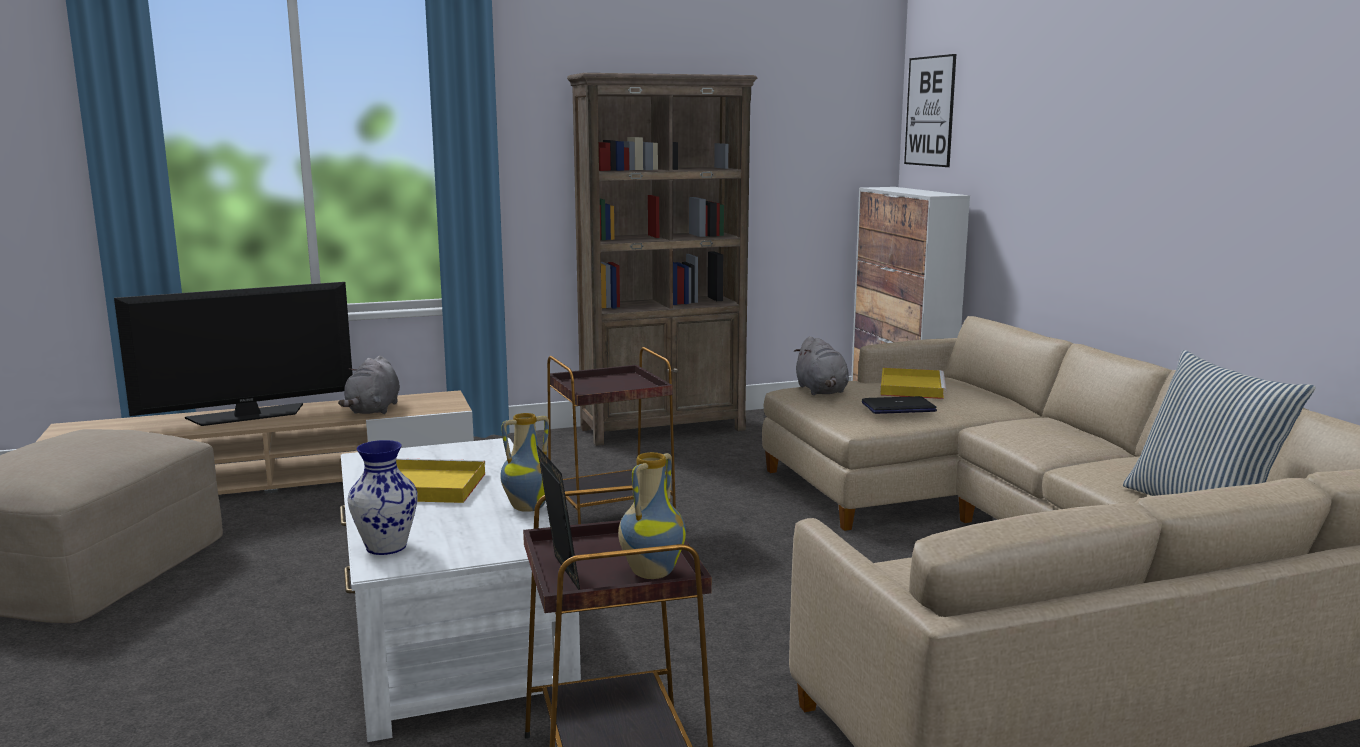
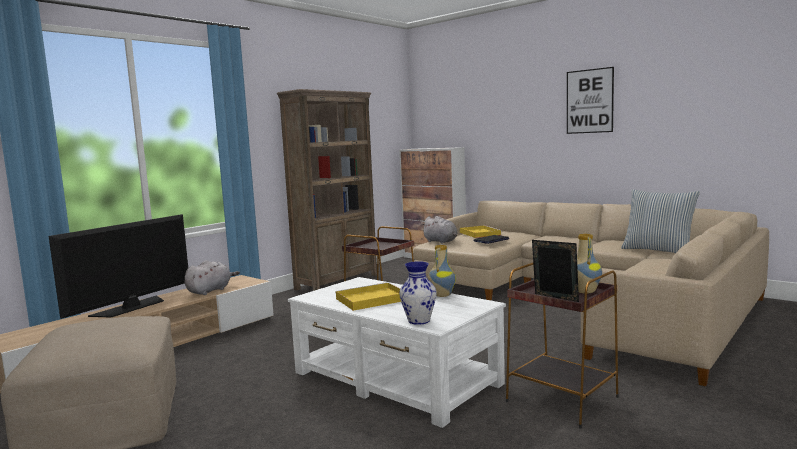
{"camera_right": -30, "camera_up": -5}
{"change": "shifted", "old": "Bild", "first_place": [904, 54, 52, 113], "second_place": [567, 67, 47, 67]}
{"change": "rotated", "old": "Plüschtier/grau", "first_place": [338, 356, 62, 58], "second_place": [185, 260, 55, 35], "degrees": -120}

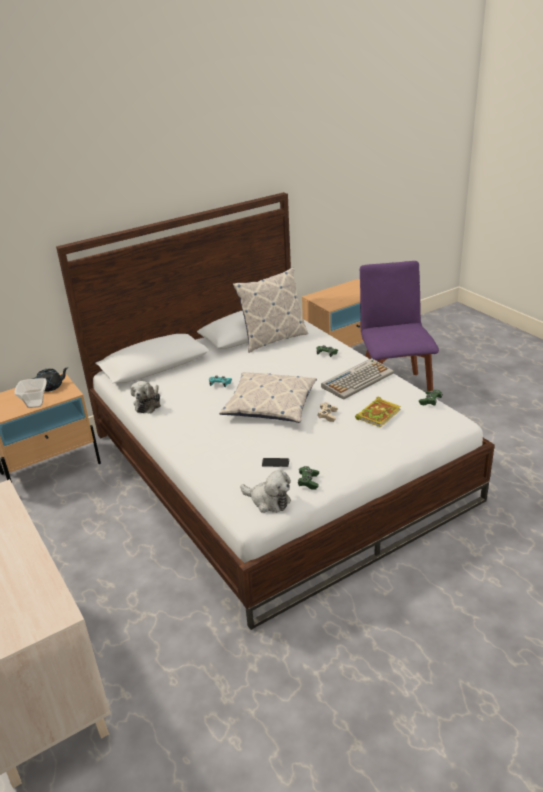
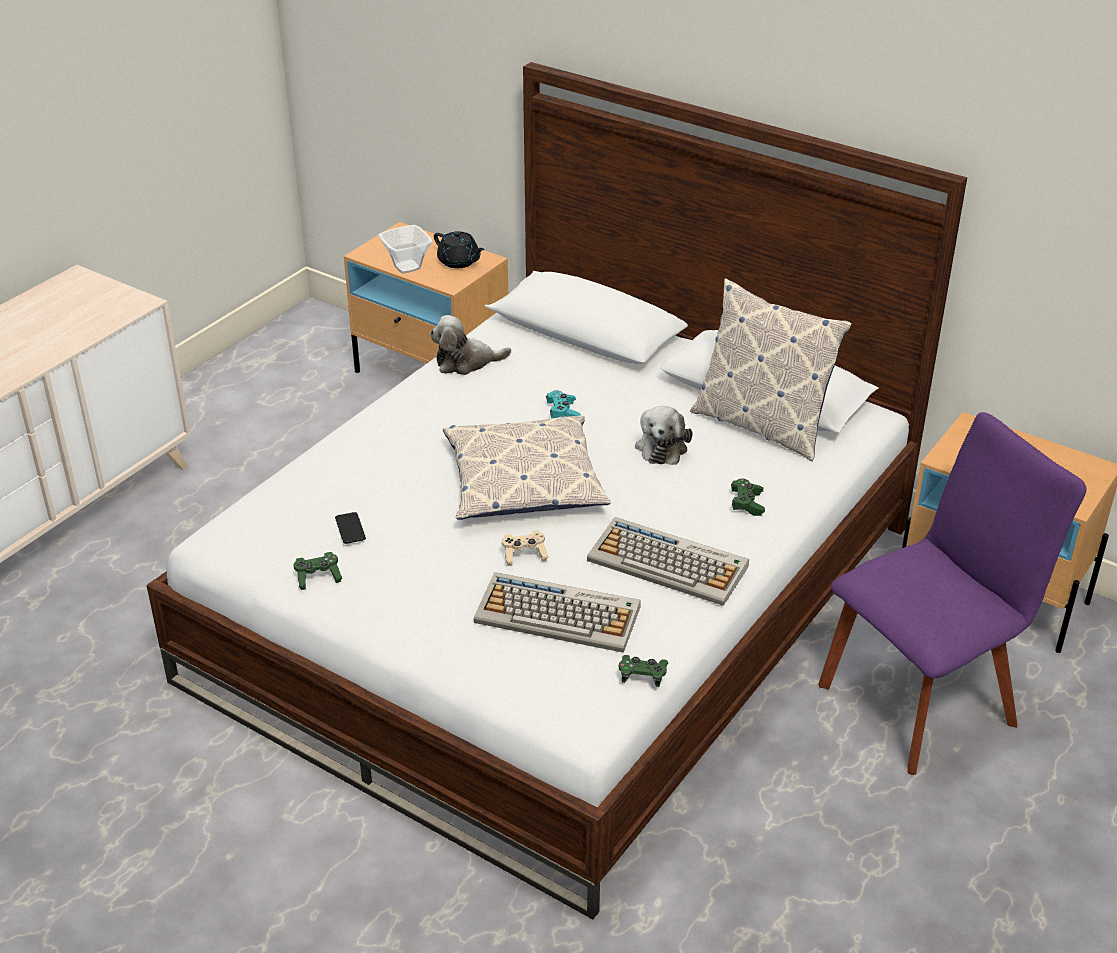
{"camera_right": 65, "camera_up": 5}
{"change": "shifted", "old": "Plüschtier", "first_place": [240, 470, 51, 43], "second_place": [635, 406, 57, 59]}
{"change": "swapped", "old": "Buch", "new": "Tastatur", "first_place": [355, 397, 46, 30], "second_place": [474, 572, 167, 81]}

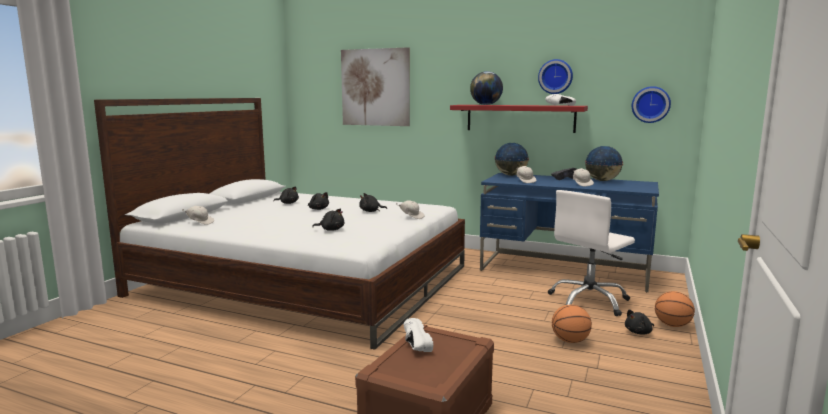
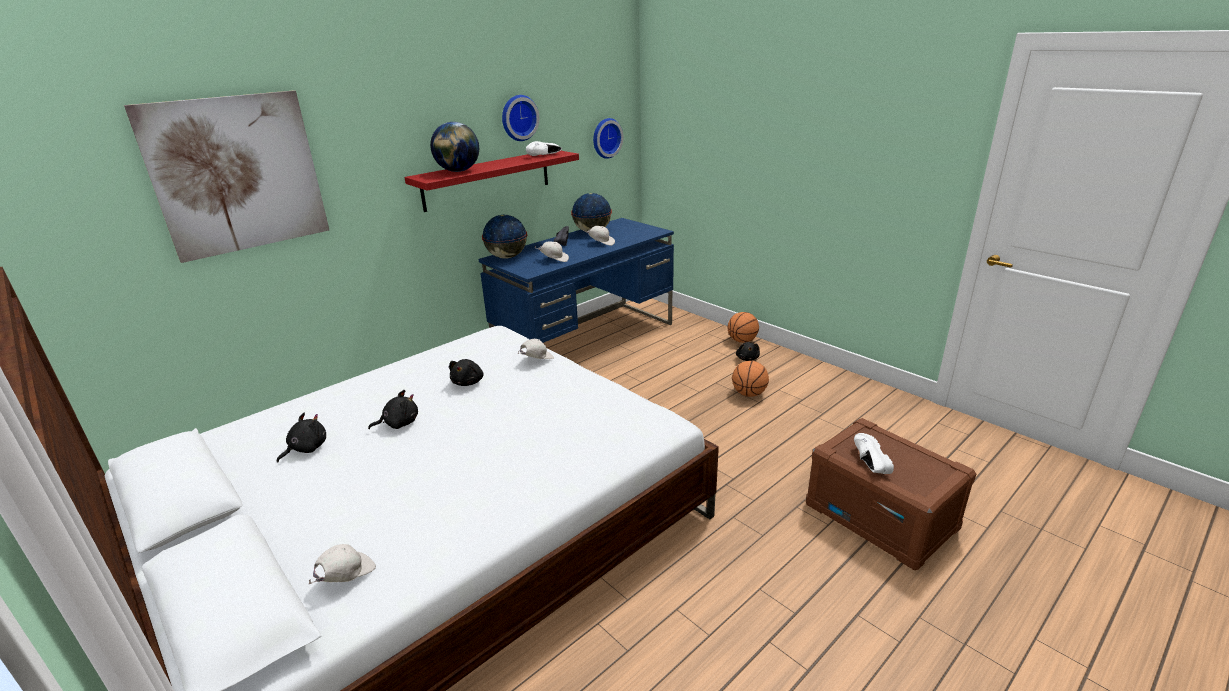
{"camera_right": -65, "camera_up": 15}
{"change": "gone", "old": "Plüschtier/schwarz", "first_place": [312, 208, 32, 23]}
{"change": "gone", "old": "Bürostuhl/weiß", "first_place": [548, 190, 87, 126]}
{"change": "rotated", "old": "Schuh/weiß", "first_place": [403, 318, 30, 34], "second_place": [854, 433, 40, 41], "degrees": 75}

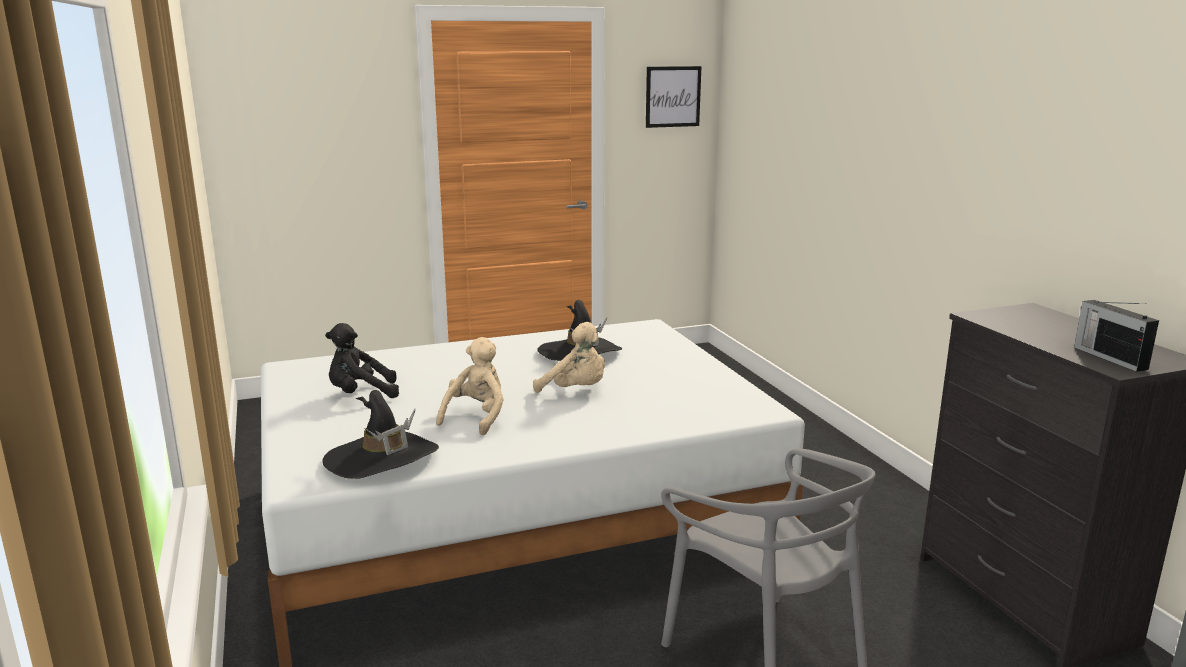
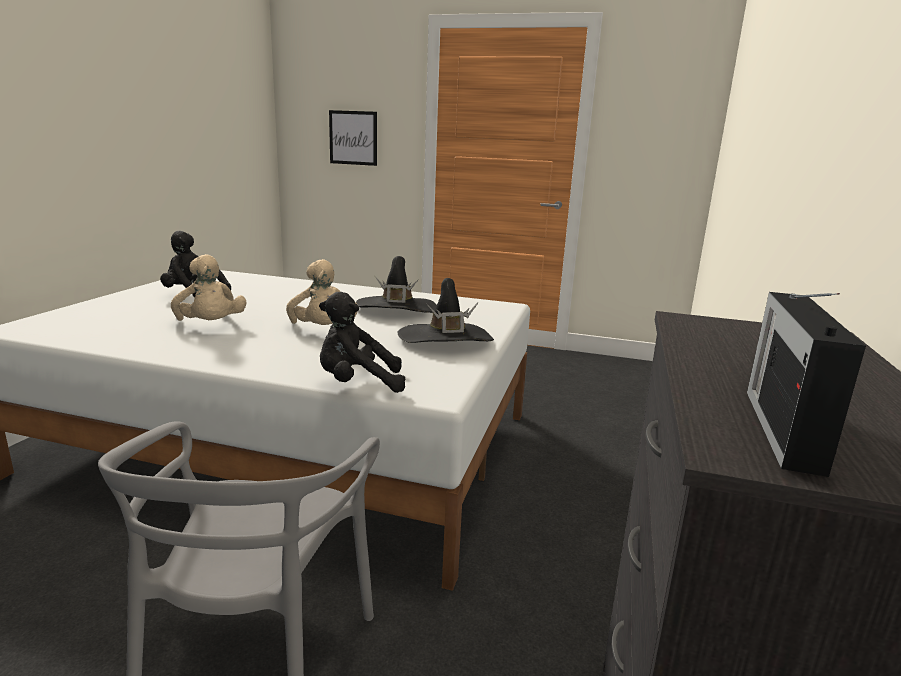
{"camera_right": 35, "camera_up": 0}
{"change": "new", "new": "Plüschtier/schwarz", "second_place": [319, 292, 86, 101]}
{"change": "shifted", "old": "Hut/schwarz", "first_place": [322, 390, 117, 89], "second_place": [398, 278, 96, 65]}
{"change": "shifted", "old": "Bild", "first_place": [646, 66, 56, 62], "second_place": [329, 110, 48, 56]}
{"change": "rotated", "old": "Plüschtier/beige", "first_place": [436, 337, 68, 98], "second_place": [171, 254, 76, 67], "degrees": 90}

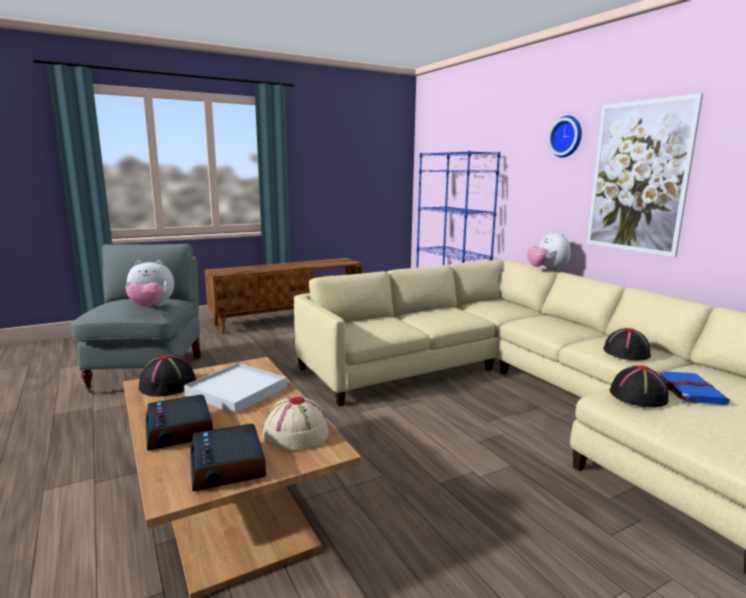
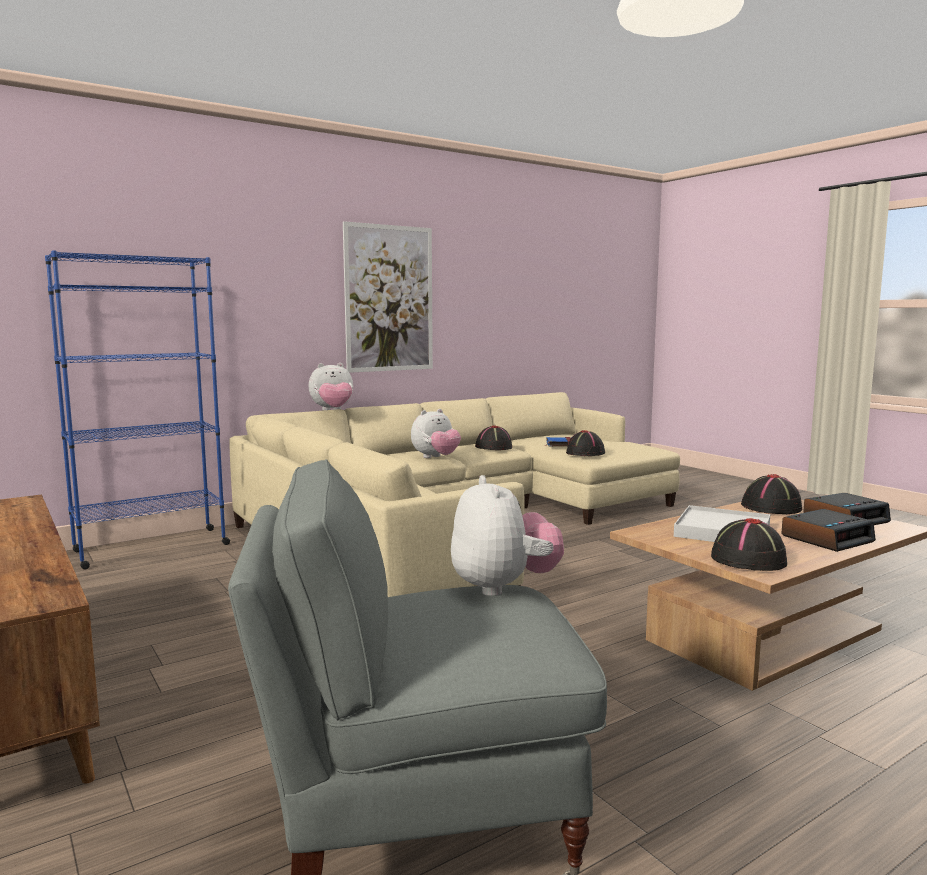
{"camera_right": -95, "camera_up": -5}
{"change": "gone", "old": "Wanduhr", "first_place": [548, 116, 34, 42]}
{"change": "new", "new": "Plüschtier", "second_place": [411, 409, 50, 49]}
{"change": "repainted", "old": "Hut/beige", "new": "Hut/schwarz", "first_place": [262, 396, 67, 54], "second_place": [741, 474, 61, 40]}

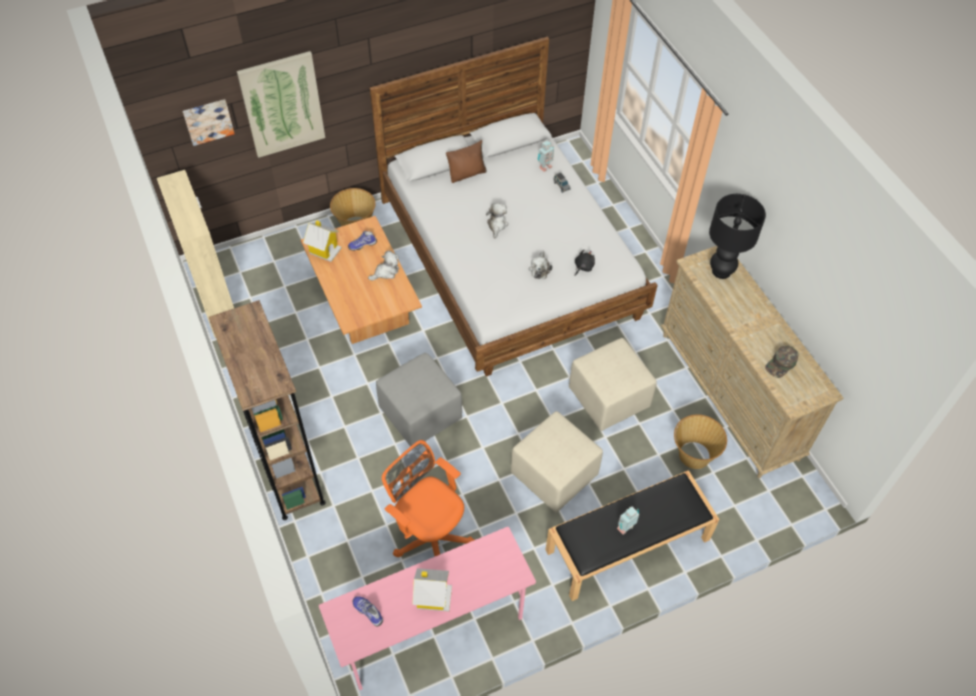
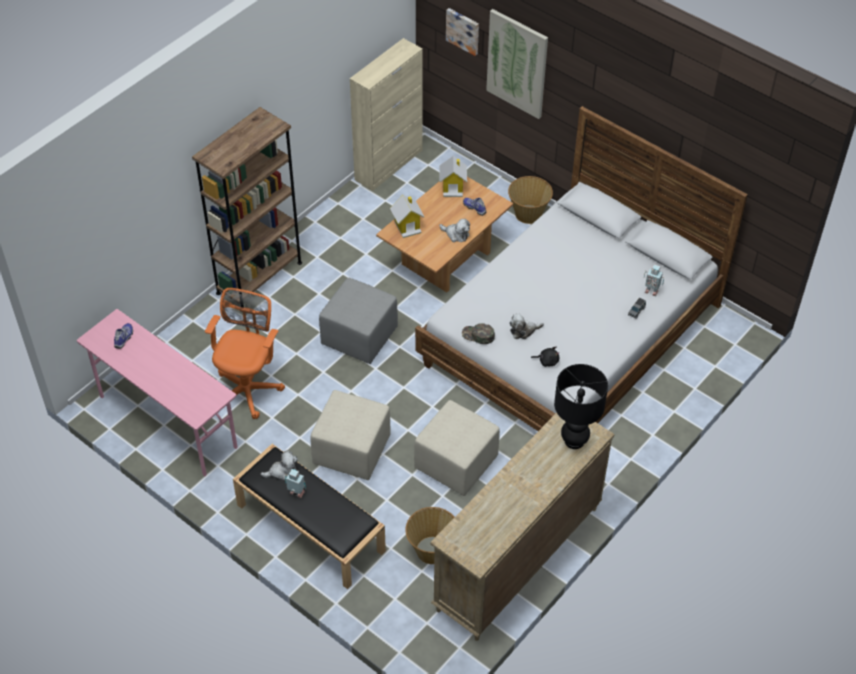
{"camera_right": 65, "camera_up": -5}
{"change": "gone", "old": "Kissen/braun", "first_place": [446, 140, 41, 43]}
{"change": "shifted", "old": "Spielzeughaus", "first_place": [412, 568, 40, 43], "second_place": [390, 195, 34, 43]}
{"change": "shifted", "old": "Plüschtier", "first_place": [486, 203, 22, 35], "second_place": [260, 451, 38, 29]}
{"change": "shifted", "old": "Kappe/grün", "first_place": [765, 346, 33, 32], "second_place": [462, 323, 33, 21]}

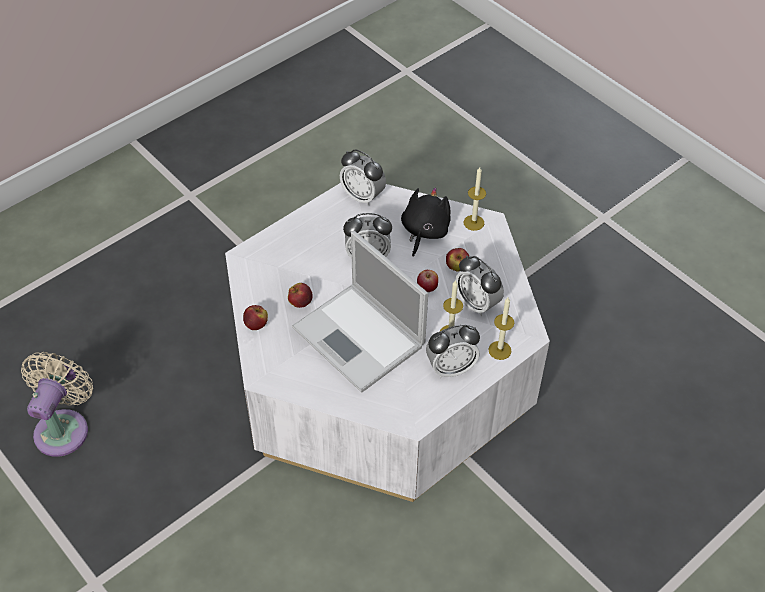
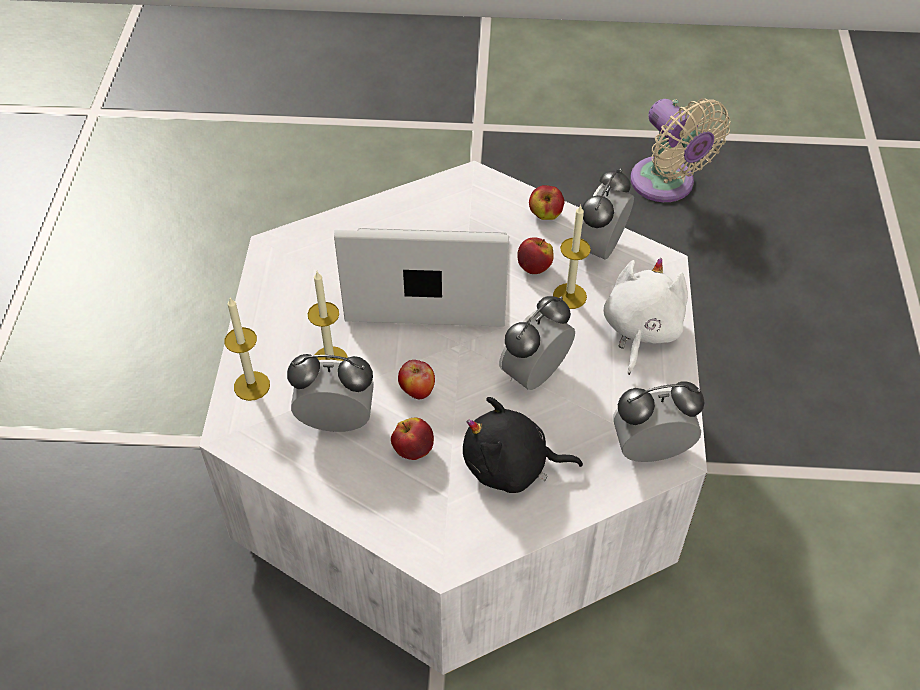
{"camera_right": 135, "camera_up": 0}
{"change": "new", "new": "Plüschtier/weiß", "second_place": [603, 258, 85, 117]}
{"change": "shifted", "old": "Wecker", "first_place": [426, 325, 54, 53], "second_place": [581, 168, 53, 92]}
{"change": "shifted", "old": "Kerze", "first_place": [463, 167, 23, 64], "second_place": [553, 204, 38, 105]}
{"change": "rotated", "old": "Plüschtier/schwarz", "first_place": [401, 187, 50, 70], "second_place": [463, 397, 120, 96], "degrees": 120}

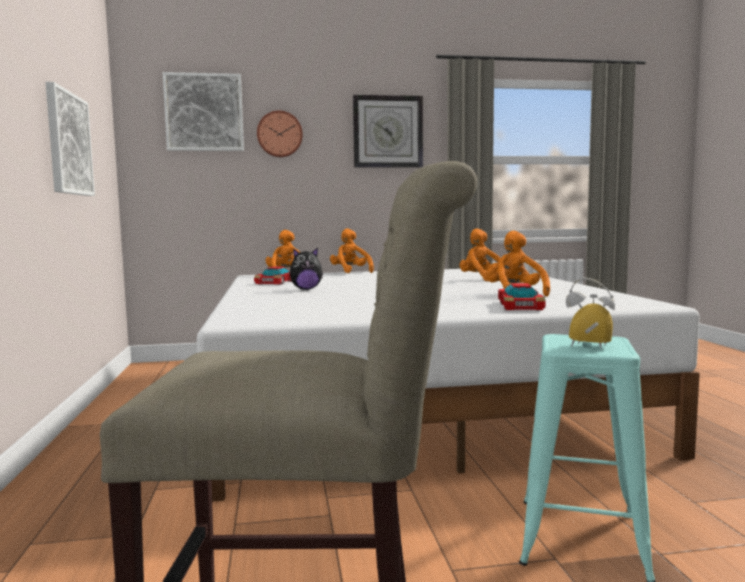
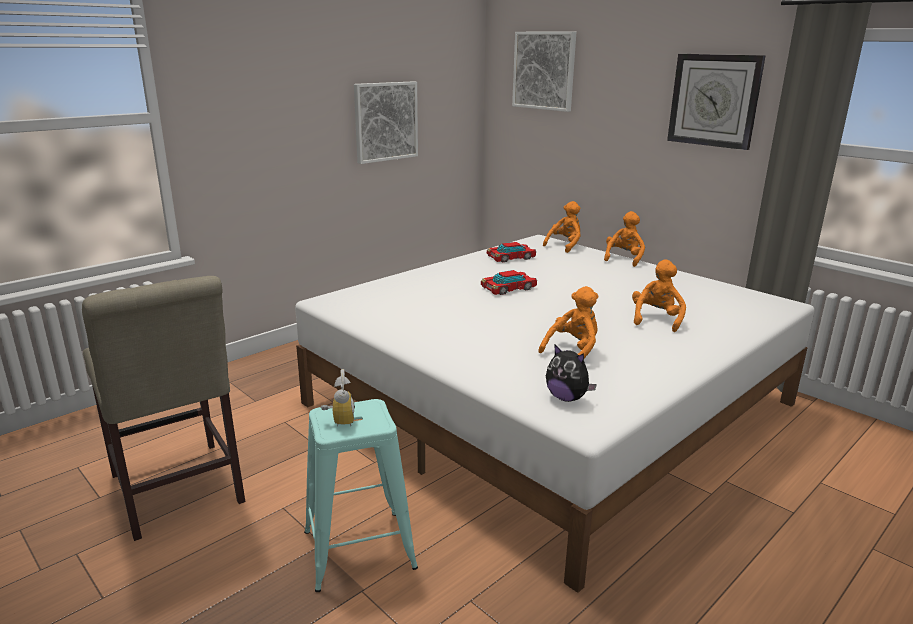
{"camera_right": 55, "camera_up": 15}
{"change": "gone", "old": "Wanduhr", "first_place": [257, 111, 46, 46]}
{"change": "shifted", "old": "Plüschtier", "first_place": [290, 248, 33, 42], "second_place": [546, 344, 51, 58]}
{"change": "shifted", "old": "Spielzeugauto", "first_place": [498, 283, 48, 27], "second_place": [481, 270, 56, 25]}

